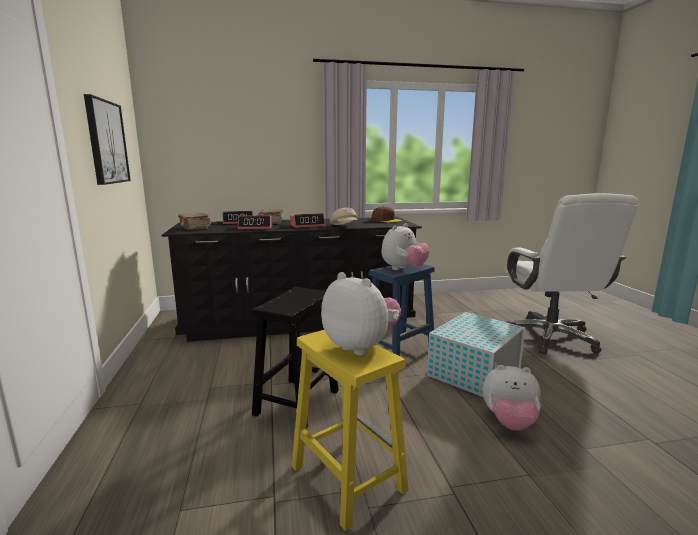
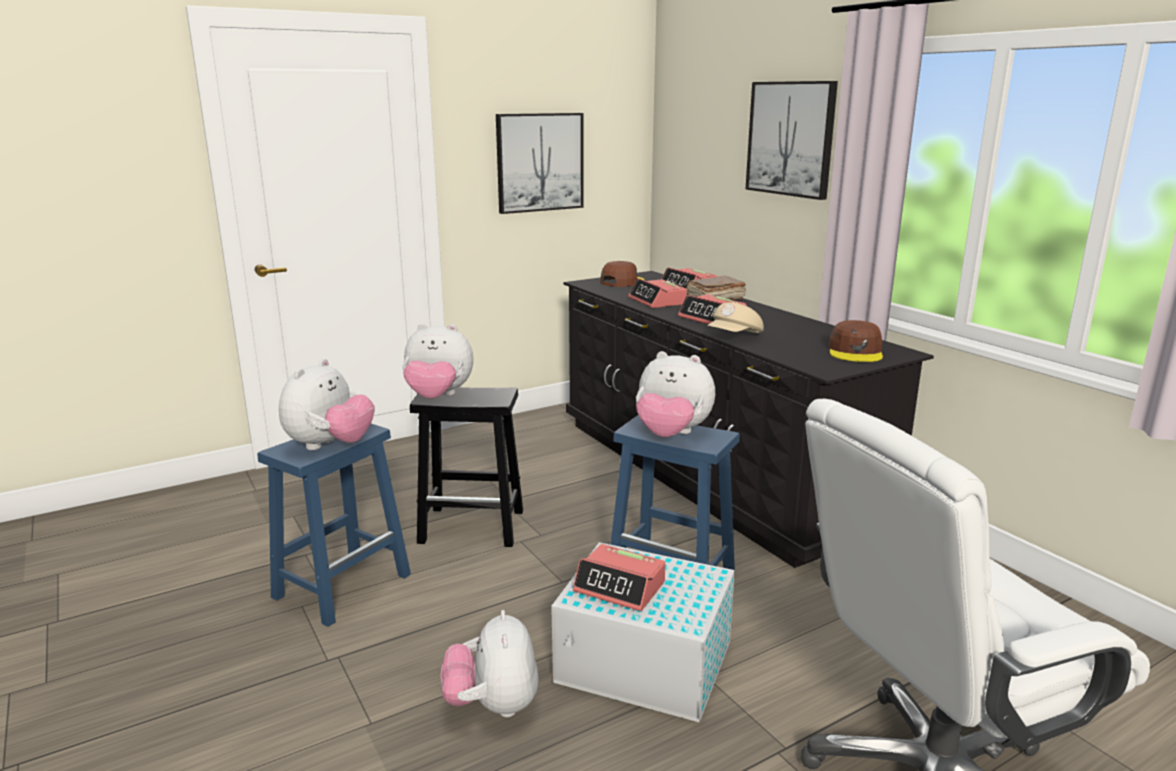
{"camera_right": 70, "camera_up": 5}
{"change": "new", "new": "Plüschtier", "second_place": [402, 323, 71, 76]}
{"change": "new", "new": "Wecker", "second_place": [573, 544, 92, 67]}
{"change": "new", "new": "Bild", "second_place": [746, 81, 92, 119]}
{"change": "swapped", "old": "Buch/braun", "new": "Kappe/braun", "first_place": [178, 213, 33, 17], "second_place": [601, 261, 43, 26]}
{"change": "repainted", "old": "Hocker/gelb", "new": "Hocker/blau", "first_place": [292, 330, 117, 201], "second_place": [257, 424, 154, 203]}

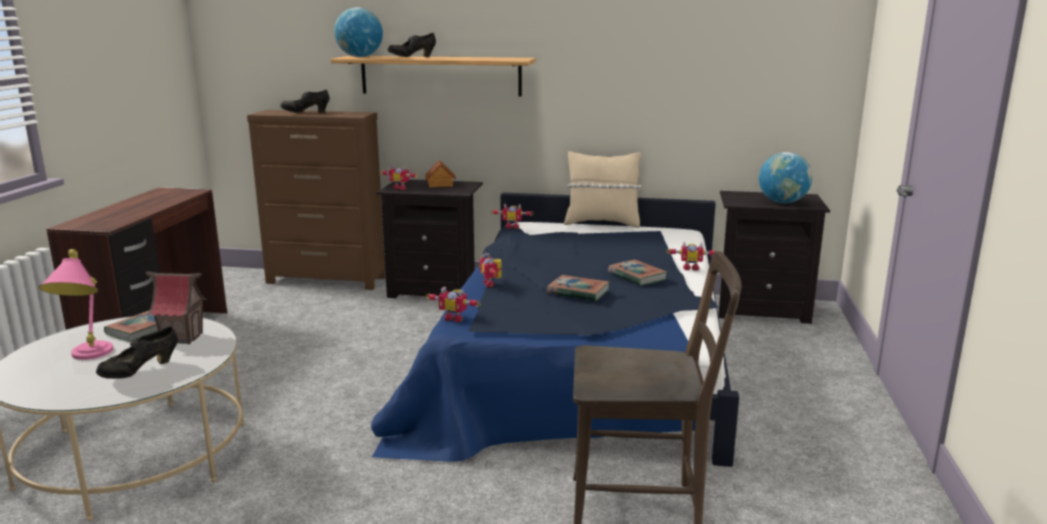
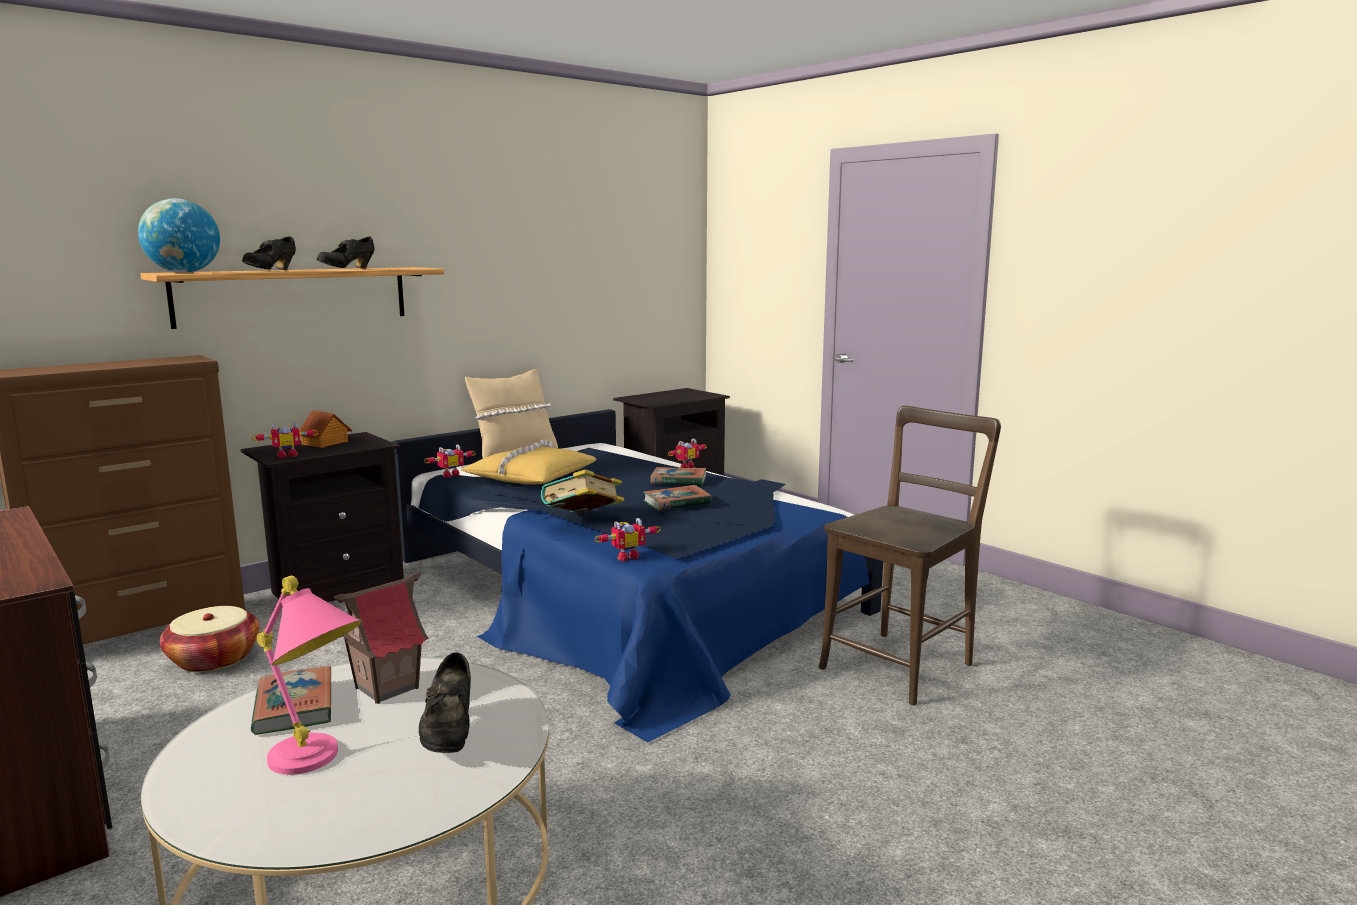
{"camera_right": -50, "camera_up": -5}
{"change": "gone", "old": "Globus", "first_place": [759, 152, 54, 52]}
{"change": "new", "new": "Korb", "second_place": [160, 606, 100, 66]}
{"change": "new", "new": "Kissen/gelb", "second_place": [460, 440, 137, 45]}
{"change": "shifted", "old": "Schuh/schwarz", "first_place": [280, 89, 50, 24], "second_place": [317, 237, 57, 32]}
{"change": "swapped", "old": "Spielzeugroboter", "new": "Buch", "first_place": [480, 253, 22, 34], "second_place": [541, 469, 83, 44]}

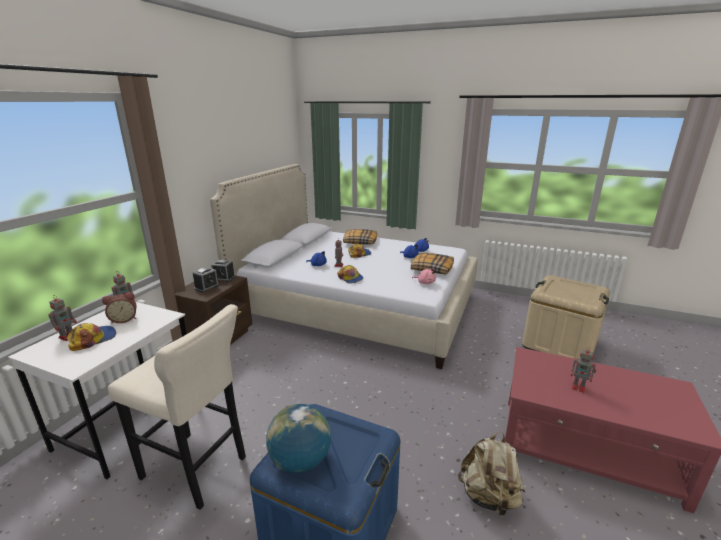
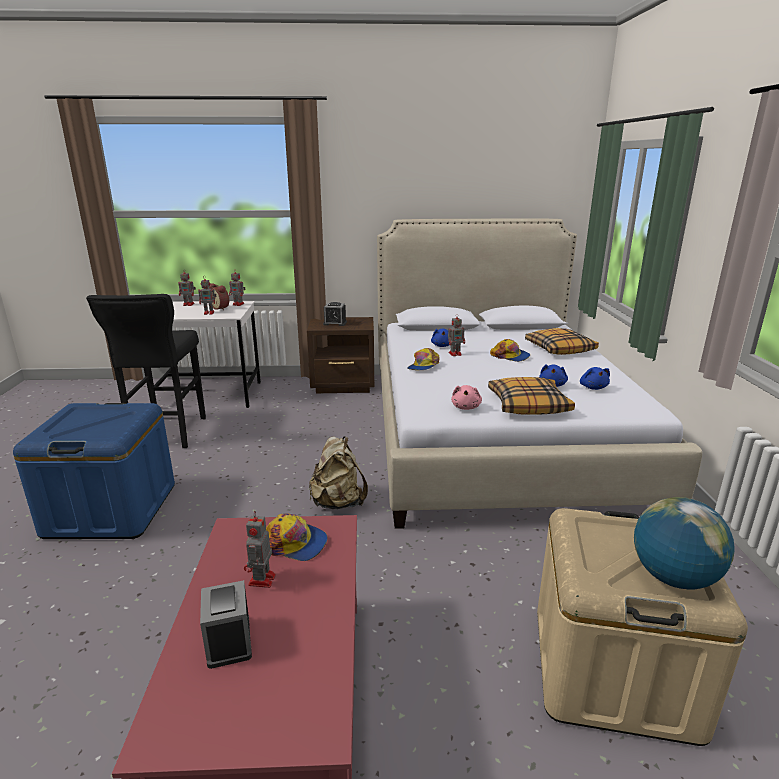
{"camera_right": 65, "camera_up": 0}
{"change": "new", "new": "Spielzeugroboter", "second_place": [198, 277, 19, 38]}
{"change": "shifted", "old": "Kappe", "first_place": [67, 323, 49, 28], "second_place": [266, 513, 61, 48]}
{"change": "shifted", "old": "Wecker", "first_place": [211, 260, 24, 22], "second_place": [200, 580, 52, 89]}
{"change": "shifted", "old": "Globus", "first_place": [266, 404, 65, 69], "second_place": [634, 497, 101, 93]}
{"change": "shifted", "old": "Rucksack/beige", "first_place": [458, 432, 67, 83], "second_place": [309, 436, 59, 73]}
{"change": "repainted", "old": "Hocker/beige", "new": "Hocker/schwarz", "first_place": [108, 304, 138, 206], "second_place": [86, 294, 120, 154]}

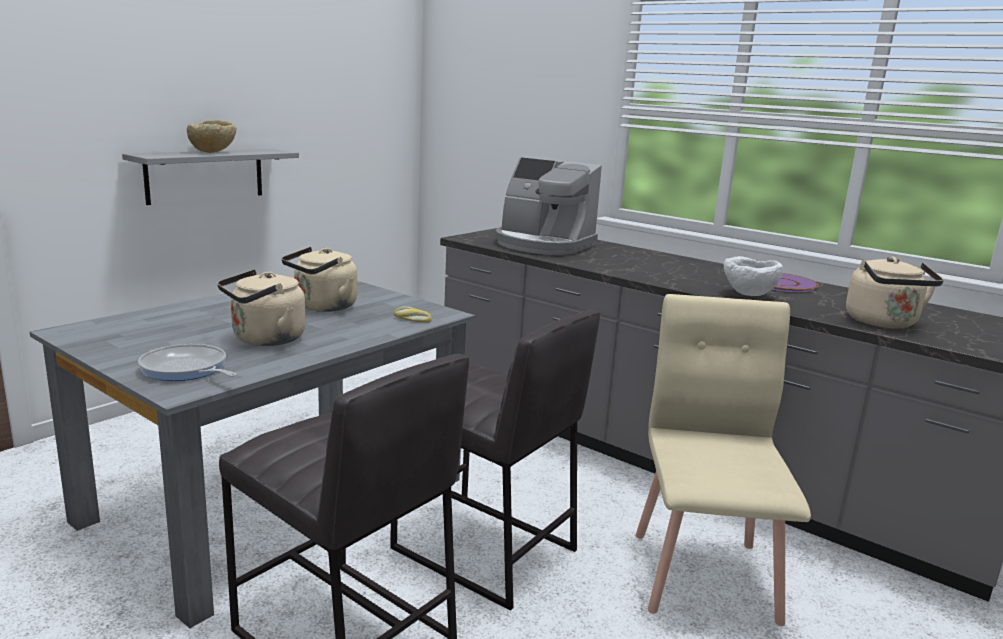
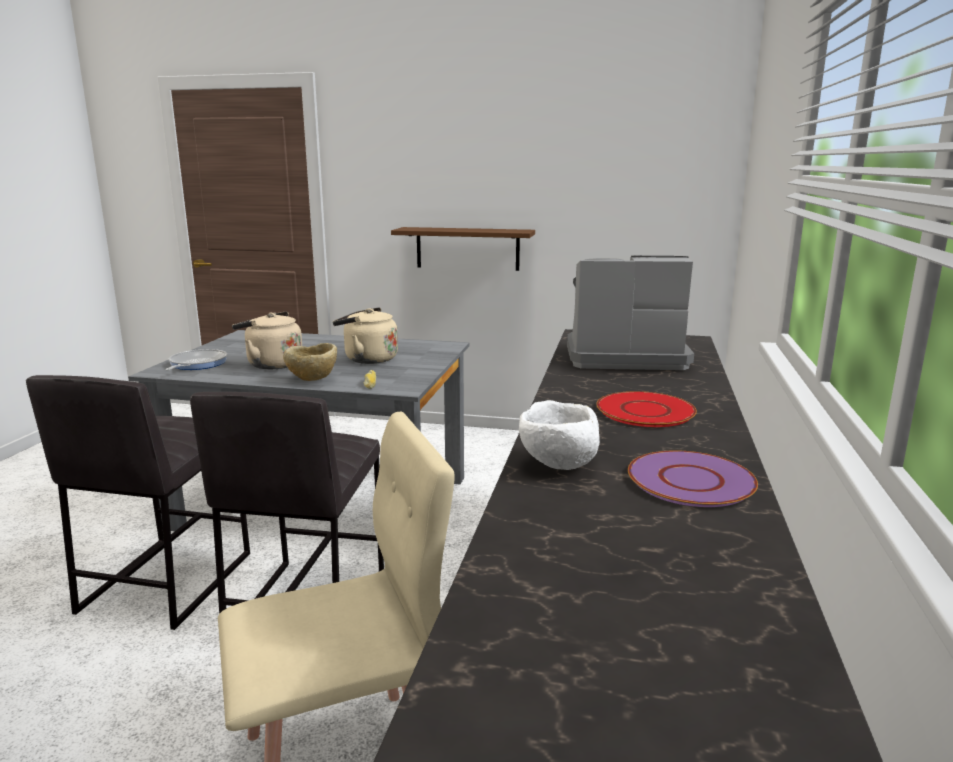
{"camera_right": 65, "camera_up": 0}
{"change": "gone", "old": "Wasserkessel/beige", "first_place": [846, 257, 98, 71]}
{"change": "new", "new": "Teller/rot", "second_place": [596, 391, 101, 36]}
{"change": "shifted", "old": "Schüssel/beige", "first_place": [187, 120, 49, 33], "second_place": [283, 343, 54, 38]}
{"change": "repainted", "old": "Wandregal/grau", "new": "Wandregal/braun", "first_place": [122, 149, 177, 56], "second_place": [391, 227, 144, 44]}
{"change": "rotated", "old": "Kaffeemaschine", "first_place": [495, 157, 107, 98], "second_place": [567, 256, 127, 114], "degrees": 90}

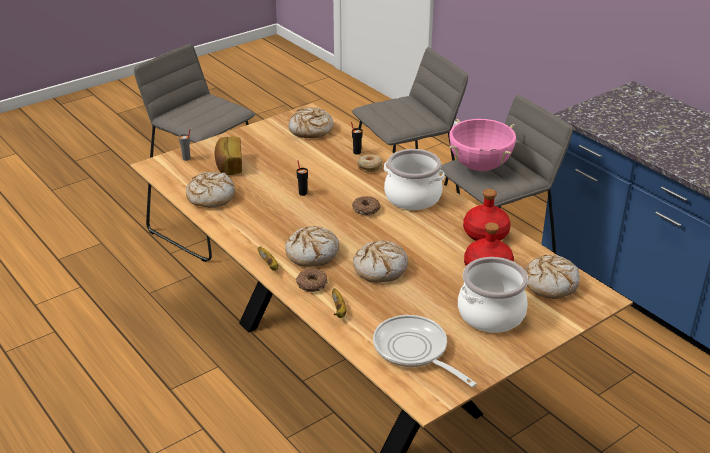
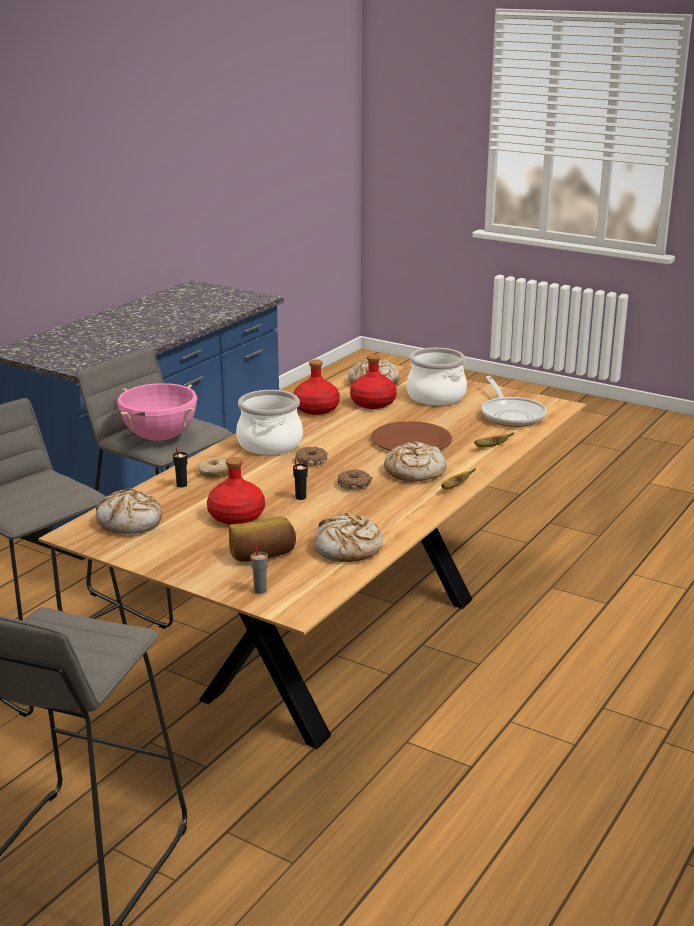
{"camera_right": -110, "camera_up": -10}
{"change": "new", "new": "Flasche/rot", "second_place": [207, 457, 58, 68]}
{"change": "shifted", "old": "Donut", "first_place": [296, 268, 32, 24], "second_place": [337, 469, 35, 21]}
{"change": "swapped", "old": "Brot", "new": "Teller/braun", "first_place": [353, 241, 55, 42], "second_place": [371, 421, 81, 30]}
{"change": "rotated", "old": "Pfanne", "first_place": [373, 315, 104, 72], "second_place": [482, 376, 65, 51], "degrees": -45}

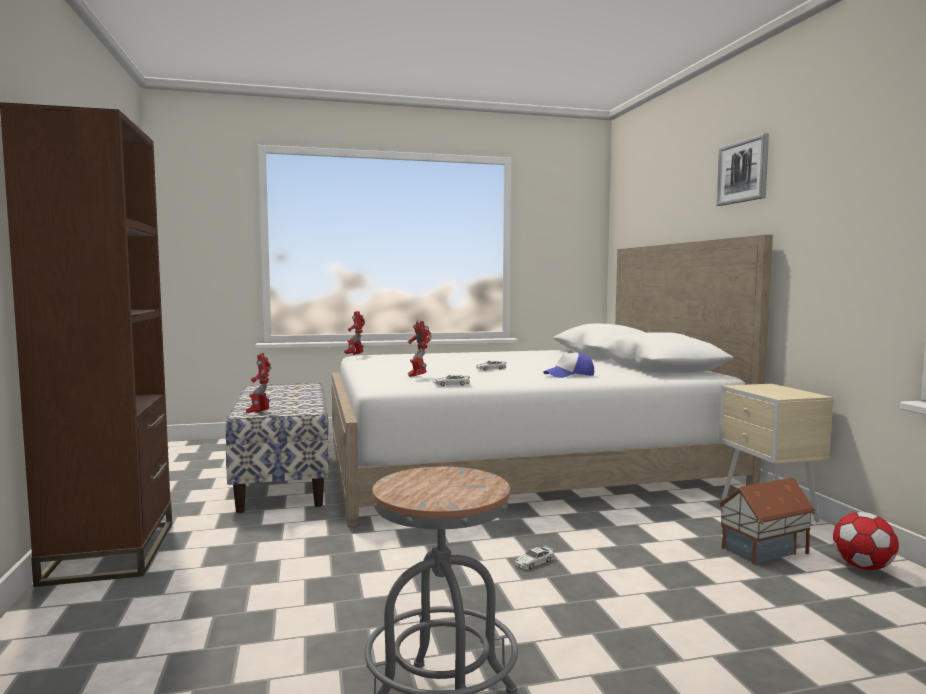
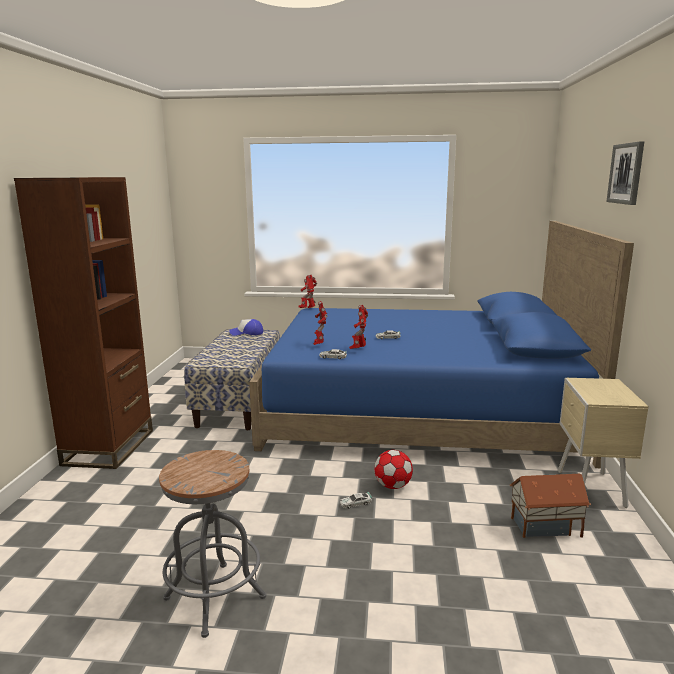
{"camera_right": 20, "camera_up": 10}
{"change": "shifted", "old": "Spielzeugroboter", "first_place": [246, 353, 25, 60], "second_place": [349, 305, 19, 44]}
{"change": "shifted", "old": "Kappe", "first_place": [543, 353, 51, 25], "second_place": [229, 319, 34, 17]}
{"change": "shifted", "old": "Fußball", "first_place": [833, 512, 66, 58], "second_place": [374, 450, 39, 39]}
{"change": "repainted", "old": "Bett/weiß", "new": "Bett/blau", "first_place": [332, 235, 441, 292], "second_place": [249, 221, 385, 247]}

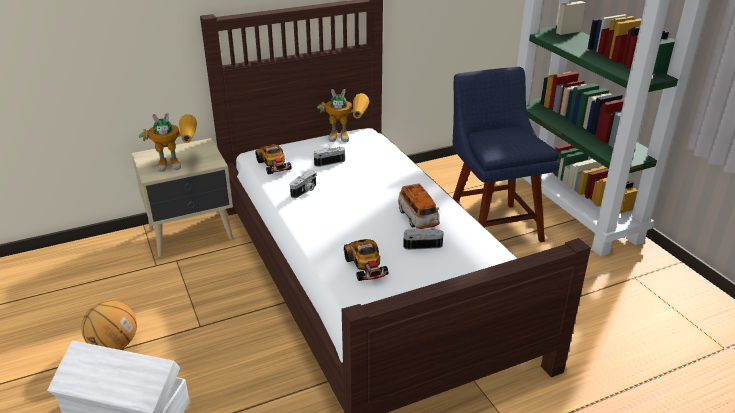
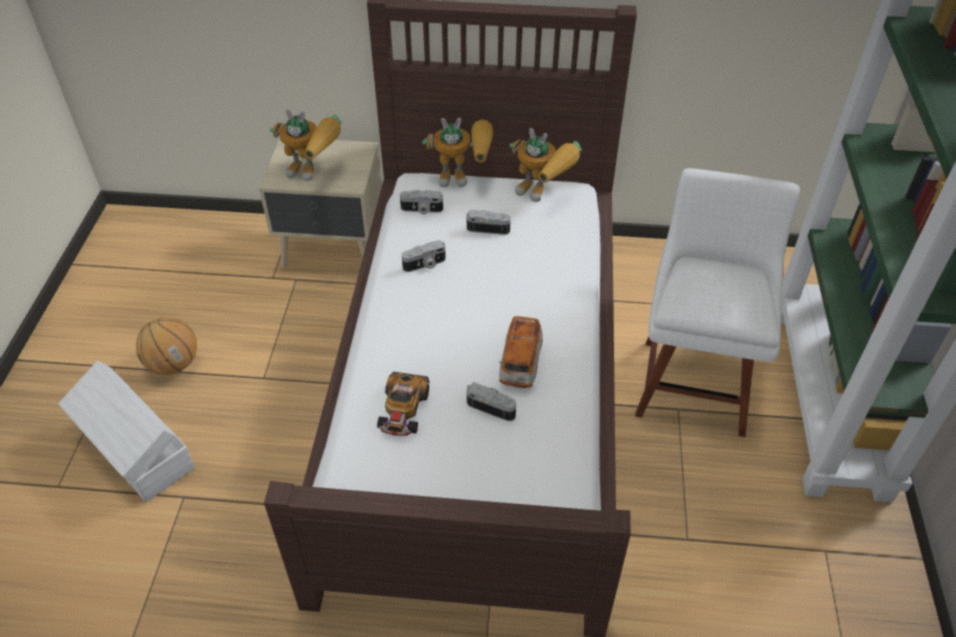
{"camera_right": 30, "camera_up": 15}
{"change": "new", "new": "Spielzeugroboter", "second_place": [422, 118, 71, 69]}
{"change": "swapped", "old": "Spielzeugauto", "new": "Kamera", "first_place": [255, 144, 37, 31], "second_place": [400, 190, 43, 24]}
{"change": "repainted", "old": "Stuhl/blau", "new": "Stuhl/weiß", "first_place": [453, 67, 106, 175], "second_place": [635, 168, 165, 269]}

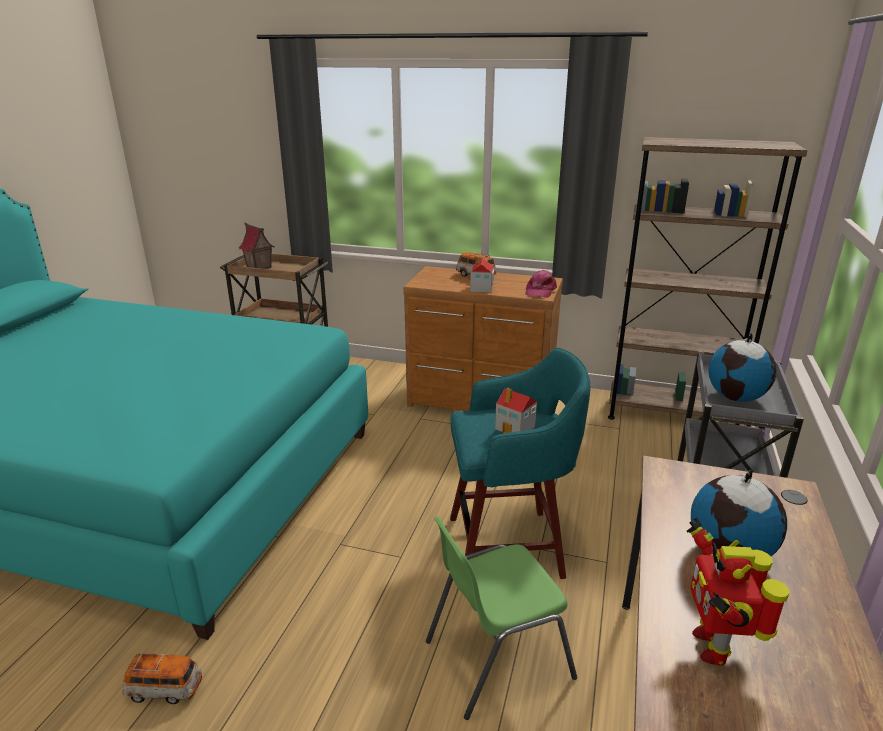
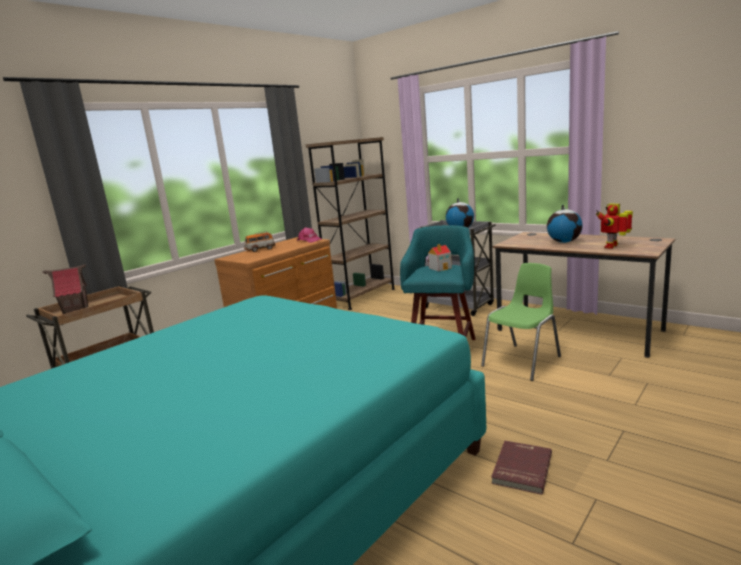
{"camera_right": -65, "camera_up": -10}
{"change": "gone", "old": "Spielzeughaus", "first_place": [470, 256, 24, 37]}
{"change": "swapped", "old": "Spielzeugauto", "new": "Buch/rot", "first_place": [123, 653, 79, 51], "second_place": [491, 441, 61, 54]}
{"change": "rotated", "old": "Stuhl/grün", "first_place": [426, 517, 151, 203], "second_place": [481, 263, 80, 118], "degrees": -135}
{"change": "rotated", "old": "Spielzeugroboter", "first_place": [687, 517, 102, 149], "second_place": [596, 204, 37, 45], "degrees": 105}

